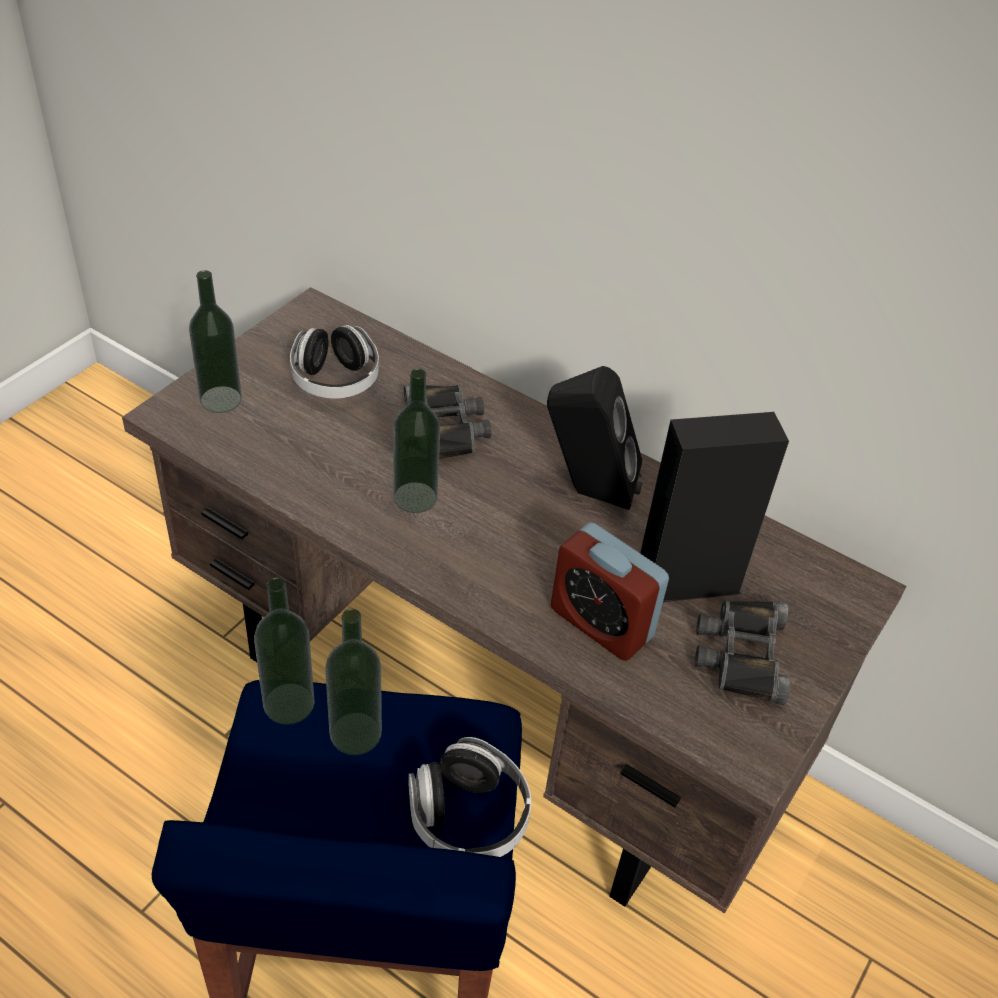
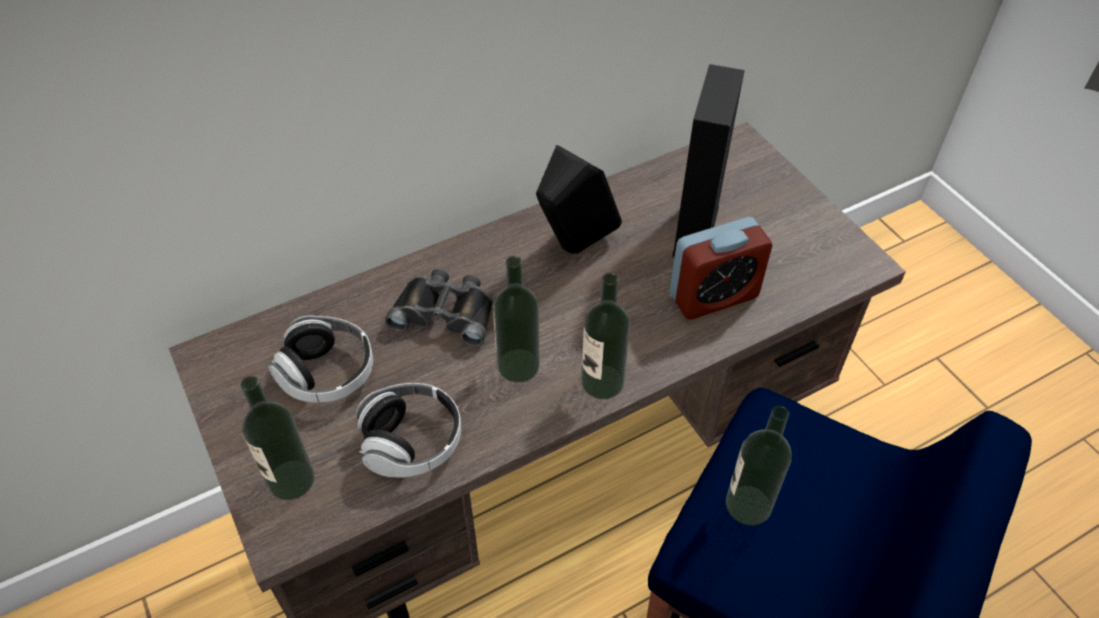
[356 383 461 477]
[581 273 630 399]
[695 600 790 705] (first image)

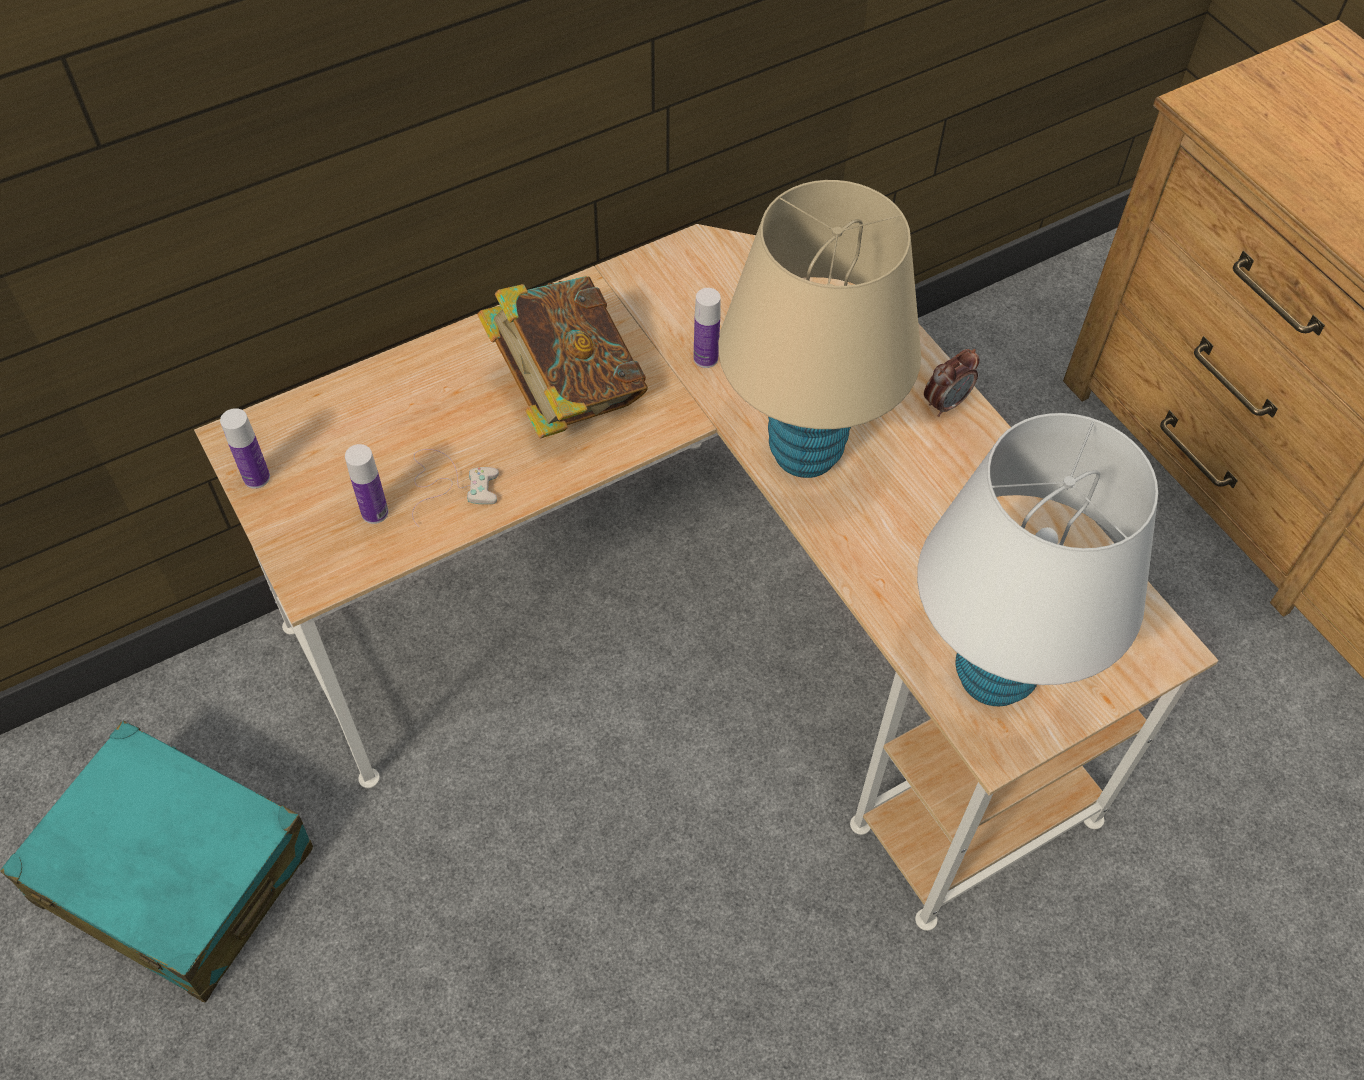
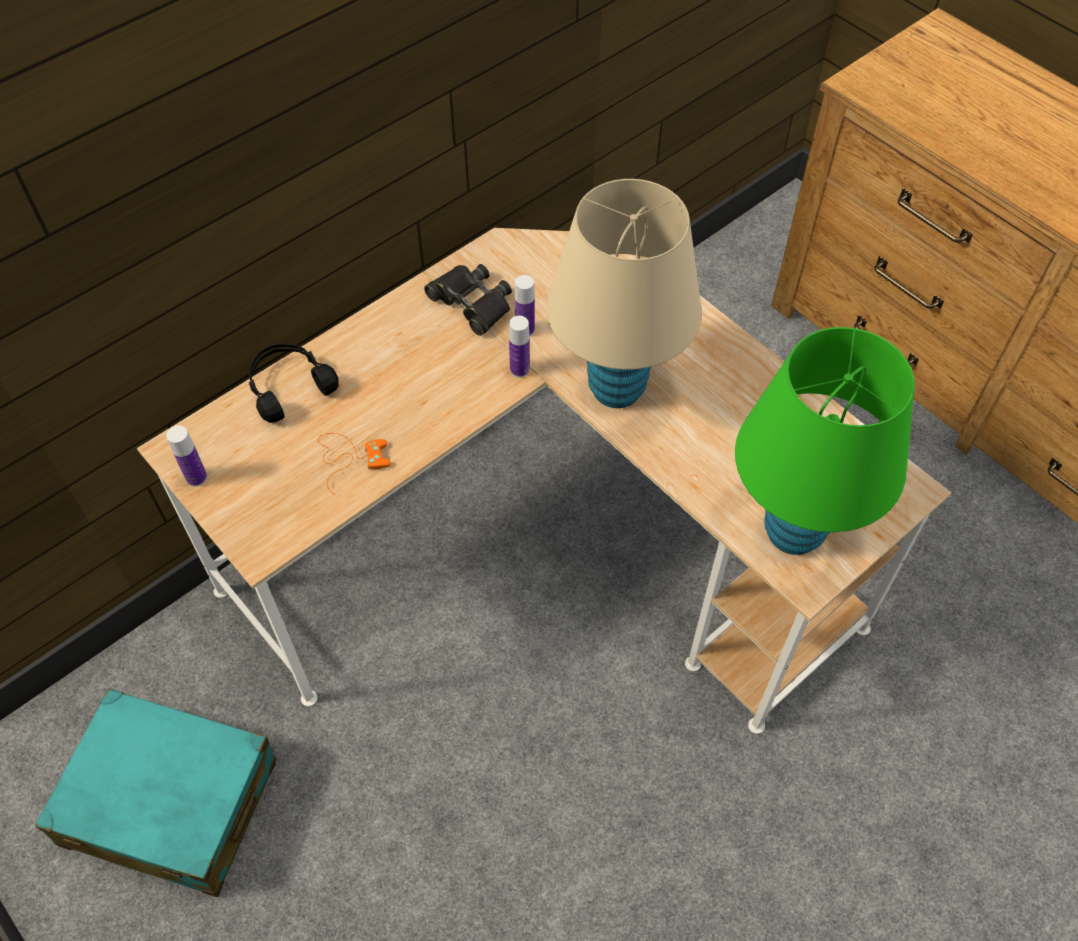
[248 343 339 423]
[318 433 391 495]
[424 264 512 336]
[509 316 530 377]
[735 327 915 555]
[477 276 648 439] (first image)
[924 349 980 417] (first image)

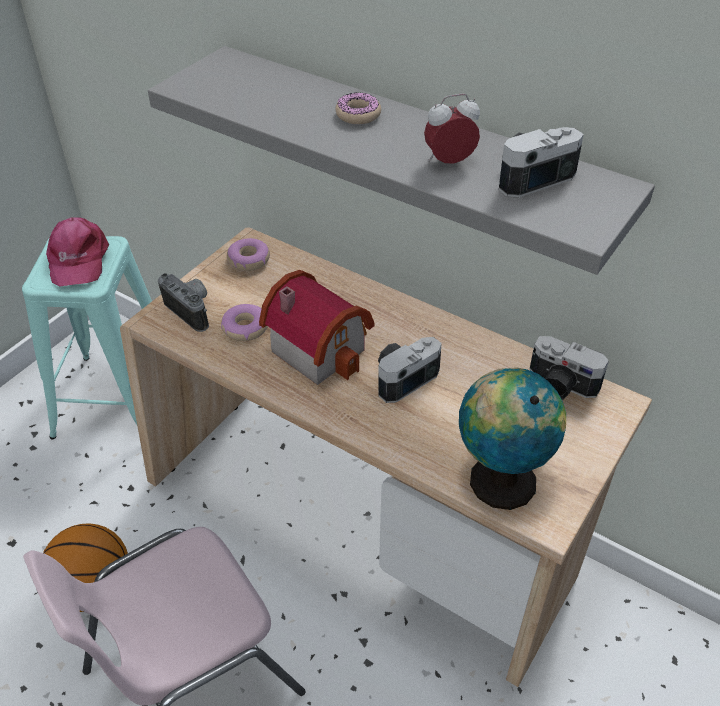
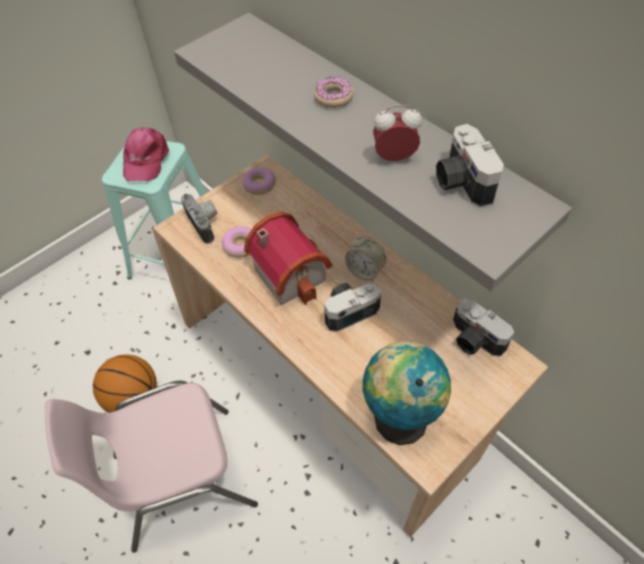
[345 236 386 281]
[436 124 504 208]

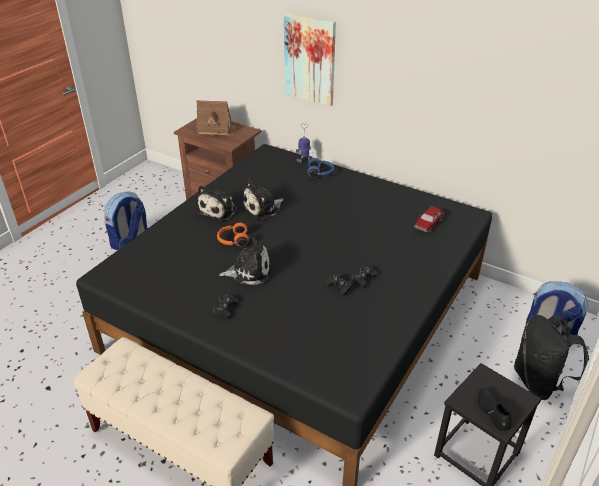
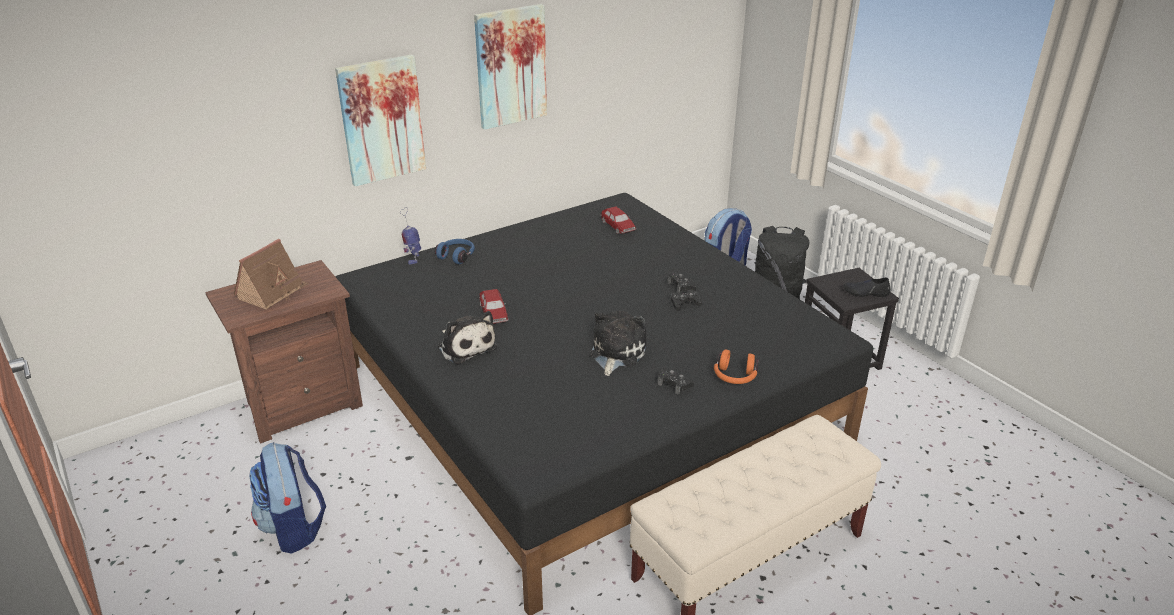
[474 4 547 130]
[479 289 509 324]
[714 349 759 384]

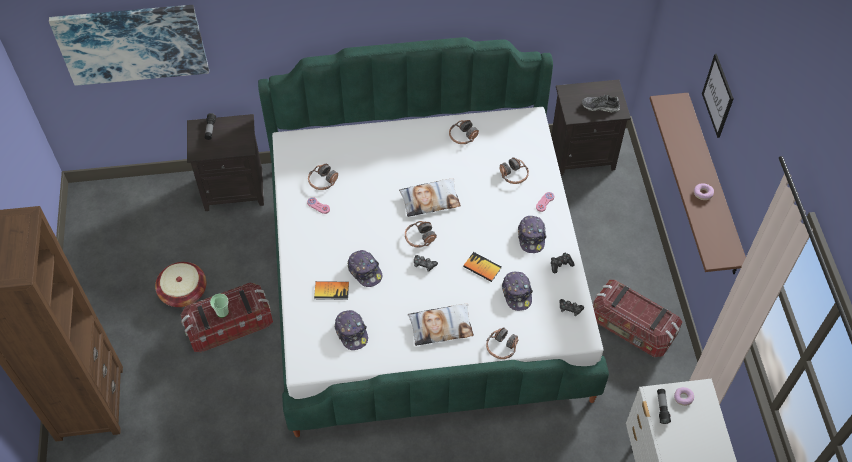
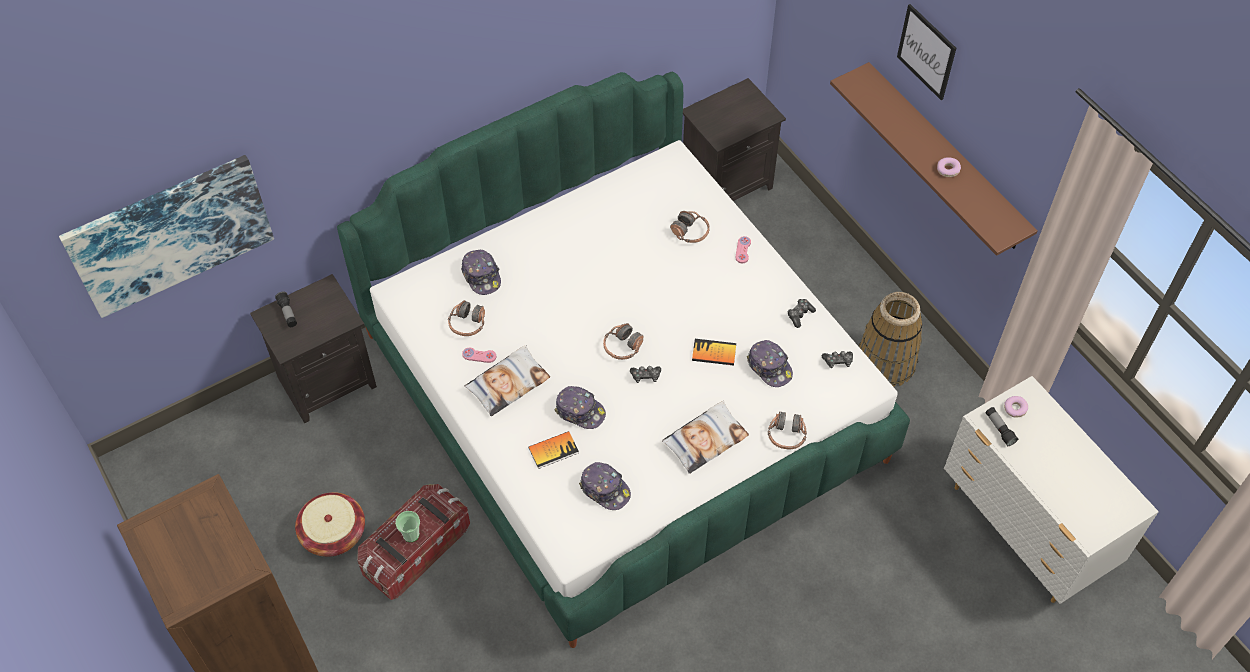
[461 250 501 295]
[465 346 550 416]
[859 292 922 387]
[449 120 479 144] (first image)
[582 95 620 112] (first image)

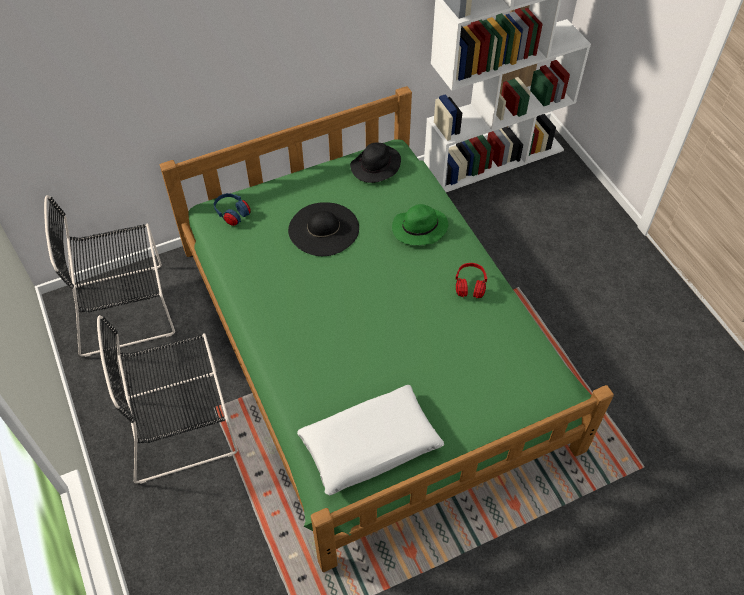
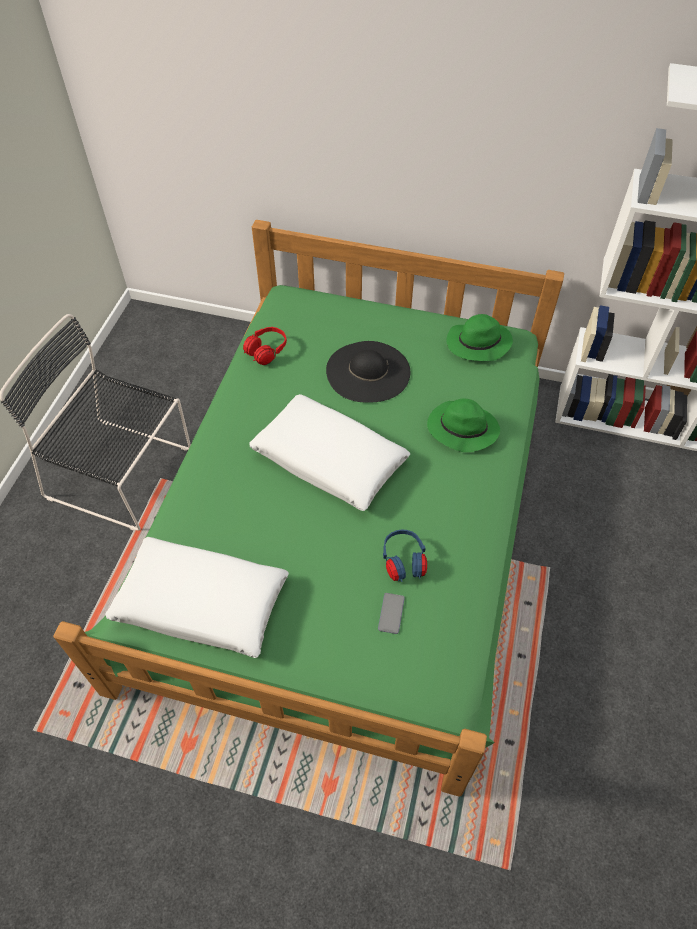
[243 327 287 365]
[249 394 410 511]
[378 593 405 634]
[383 529 427 582]
[446 314 513 361]
[44 195 175 357] (first image)

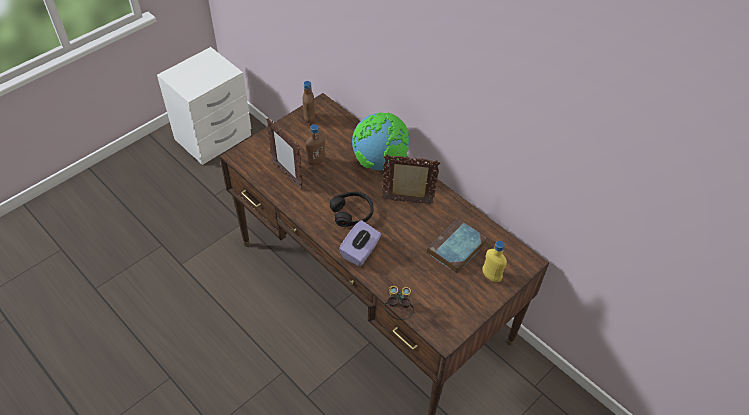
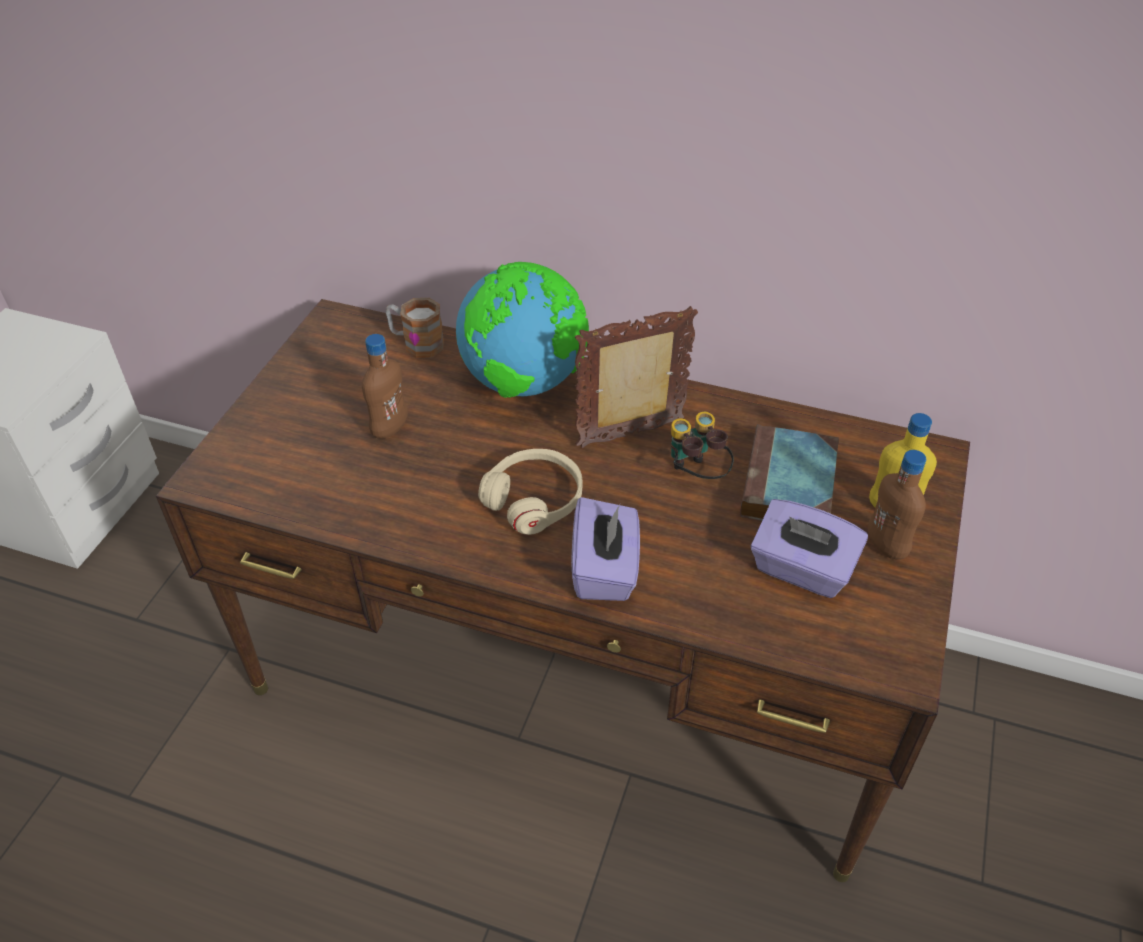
[386 298 444 358]
[478 449 582 535]
[671 411 734 479]
[751 499 868 598]
[868 450 926 560]
[266 118 303 190] (first image)

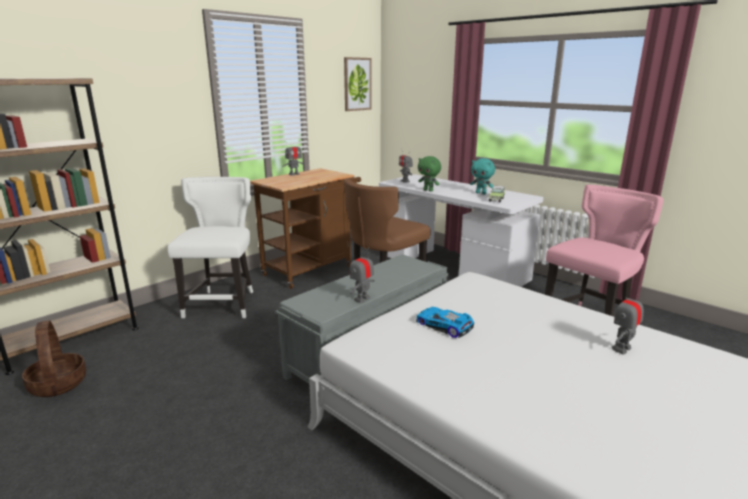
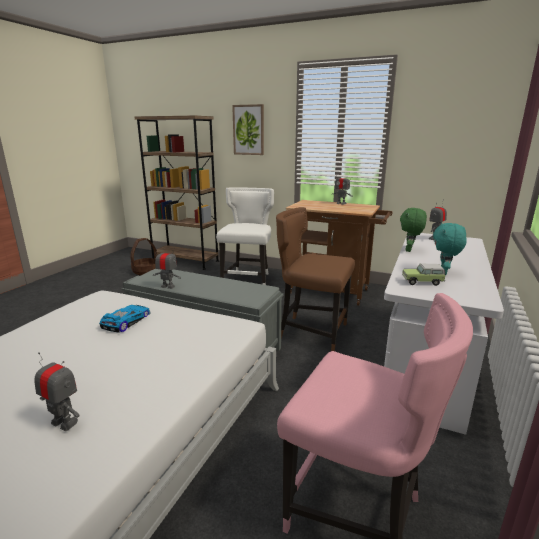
[216 187 274 285]
[232 104 264 155]

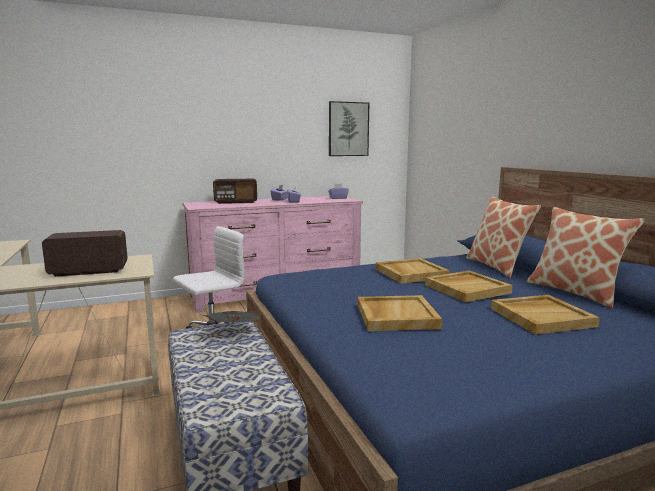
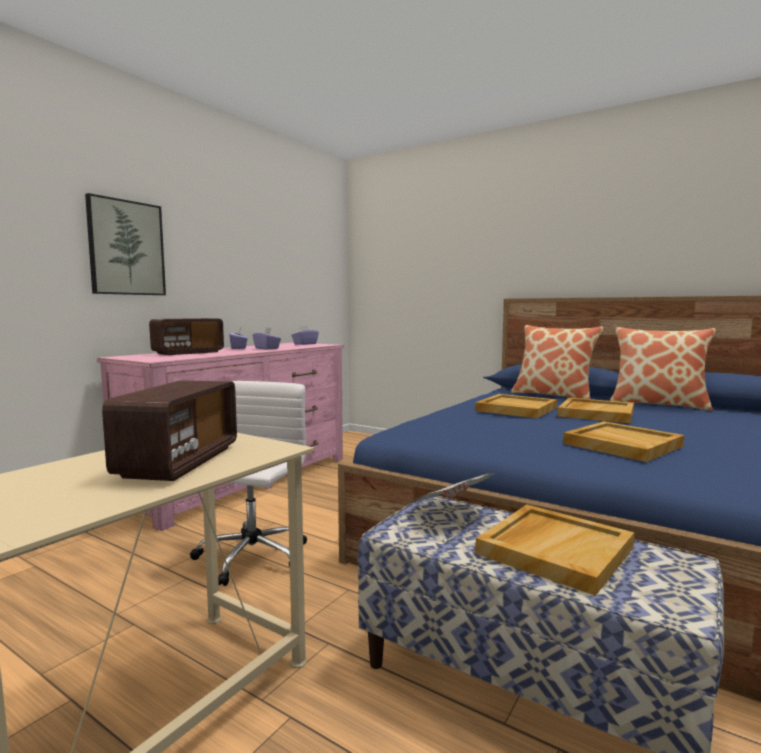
[85 193 166 295]
[102 380 237 481]
[475 505 635 596]

